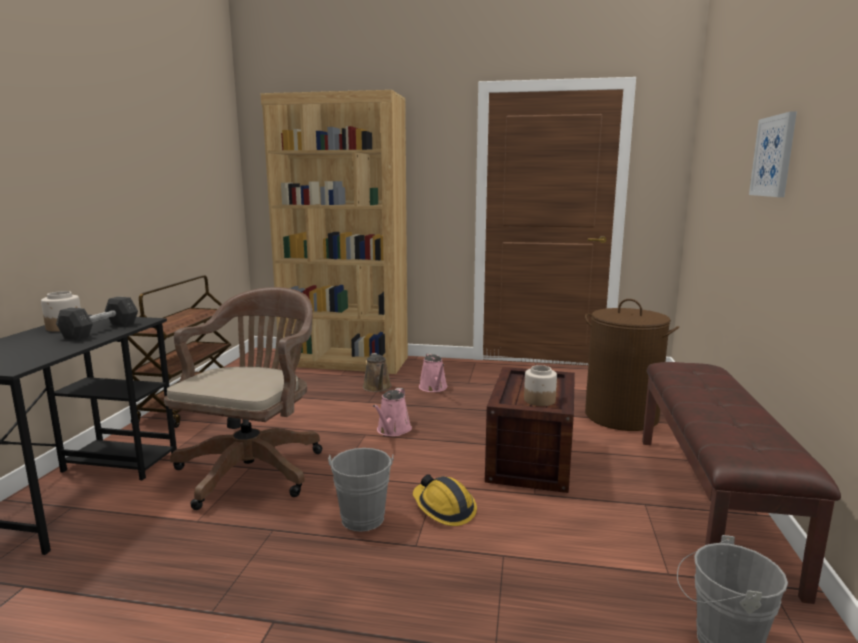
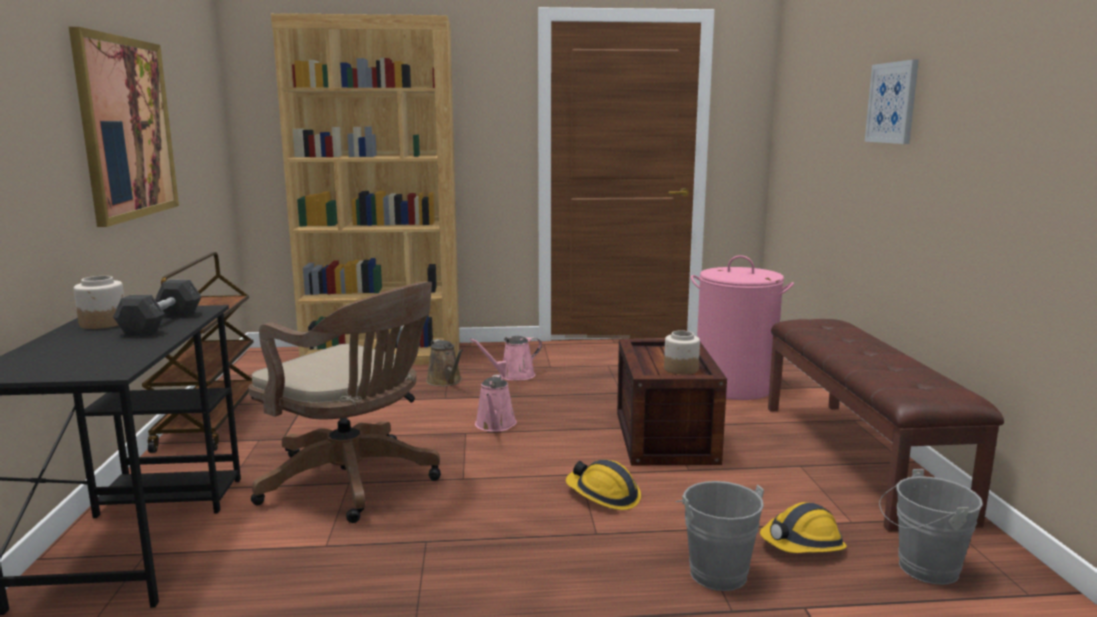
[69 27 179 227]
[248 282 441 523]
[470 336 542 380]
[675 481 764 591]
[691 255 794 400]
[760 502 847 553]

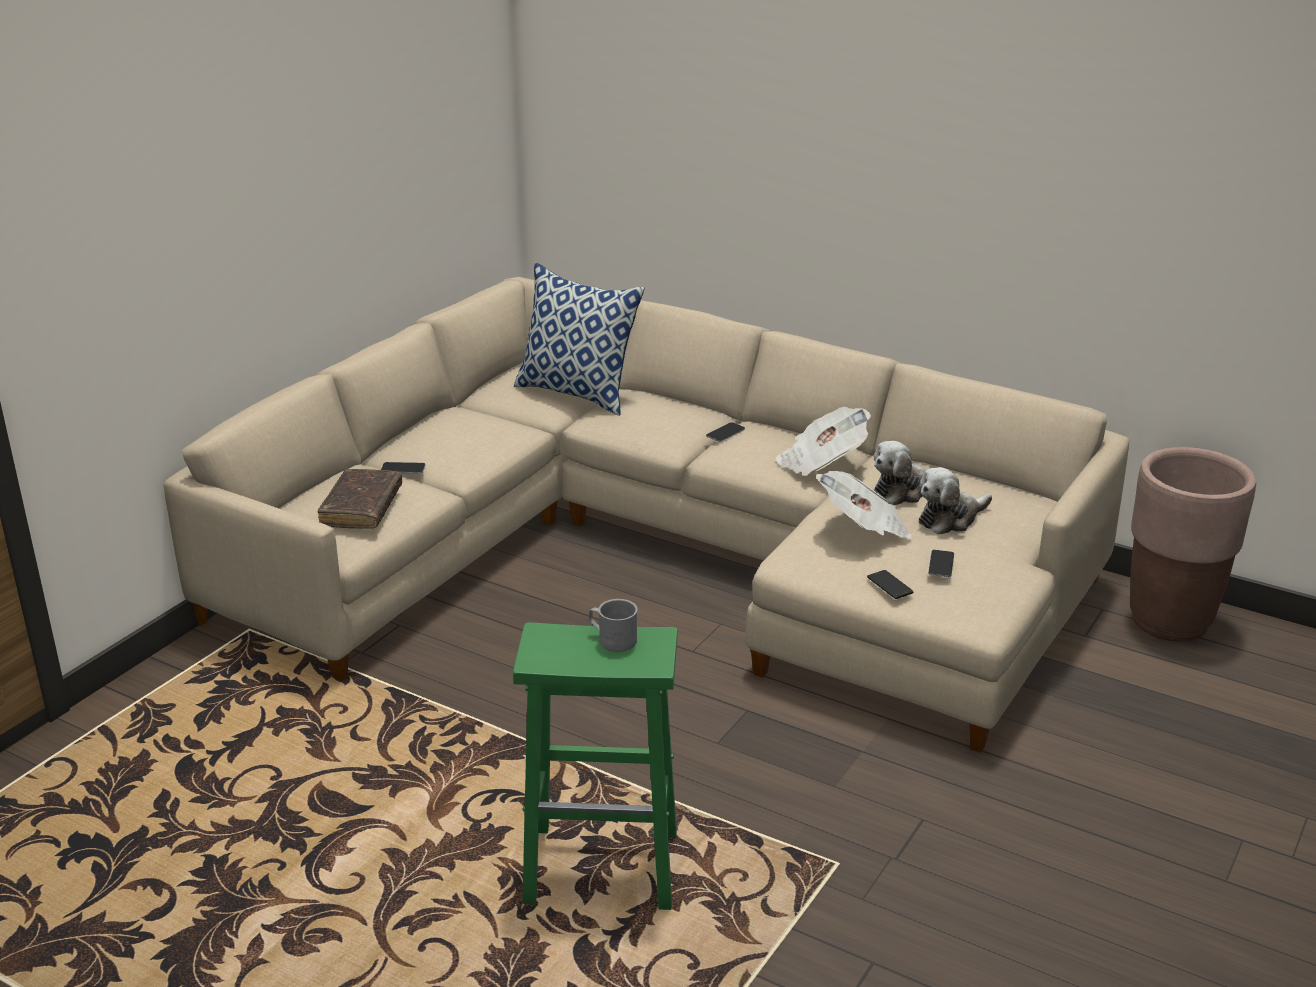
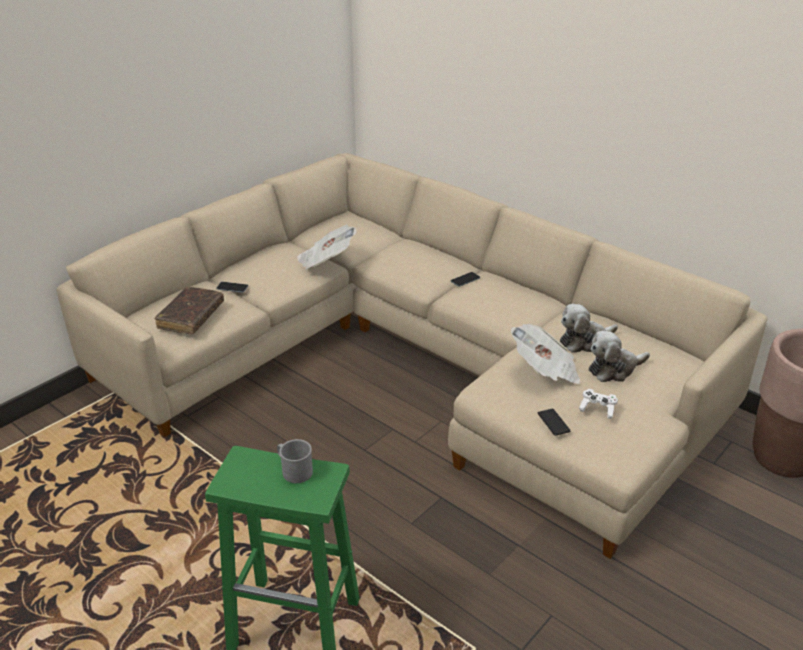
[297 225 357 270]
[579 389 618 419]
[514 263 645 416] (first image)

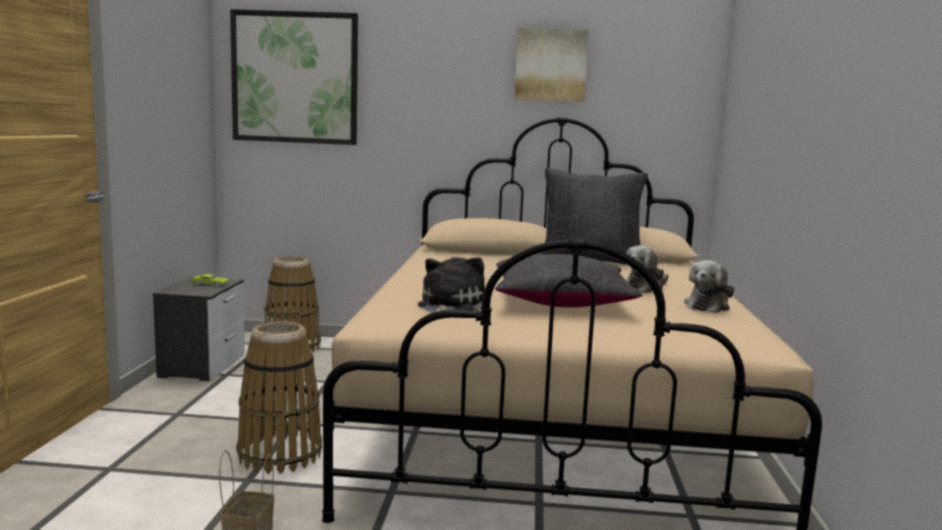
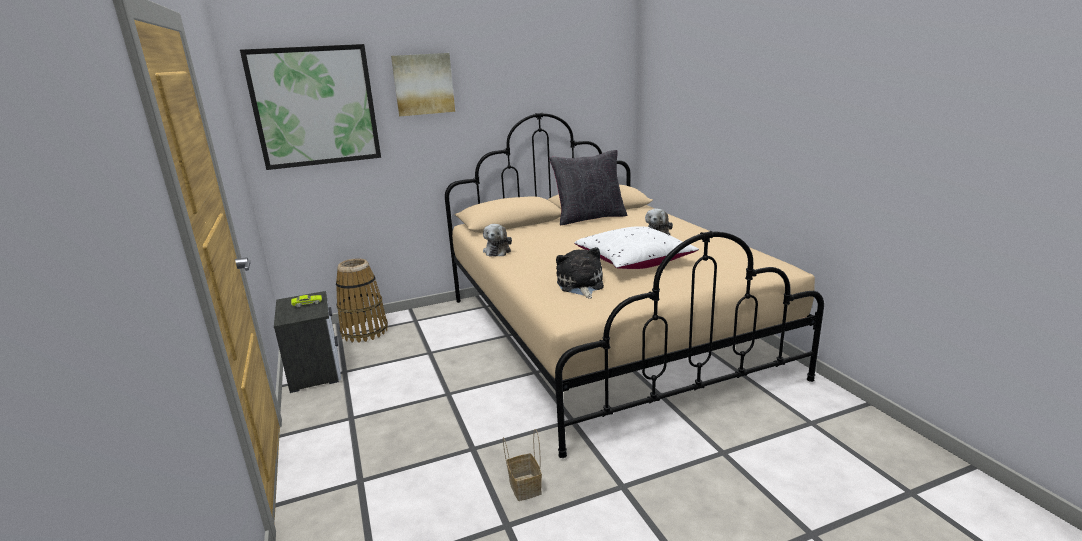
[391 53 455 116]
[483 224 512 257]
[574 226 699 269]
[236 321 322 474] (first image)

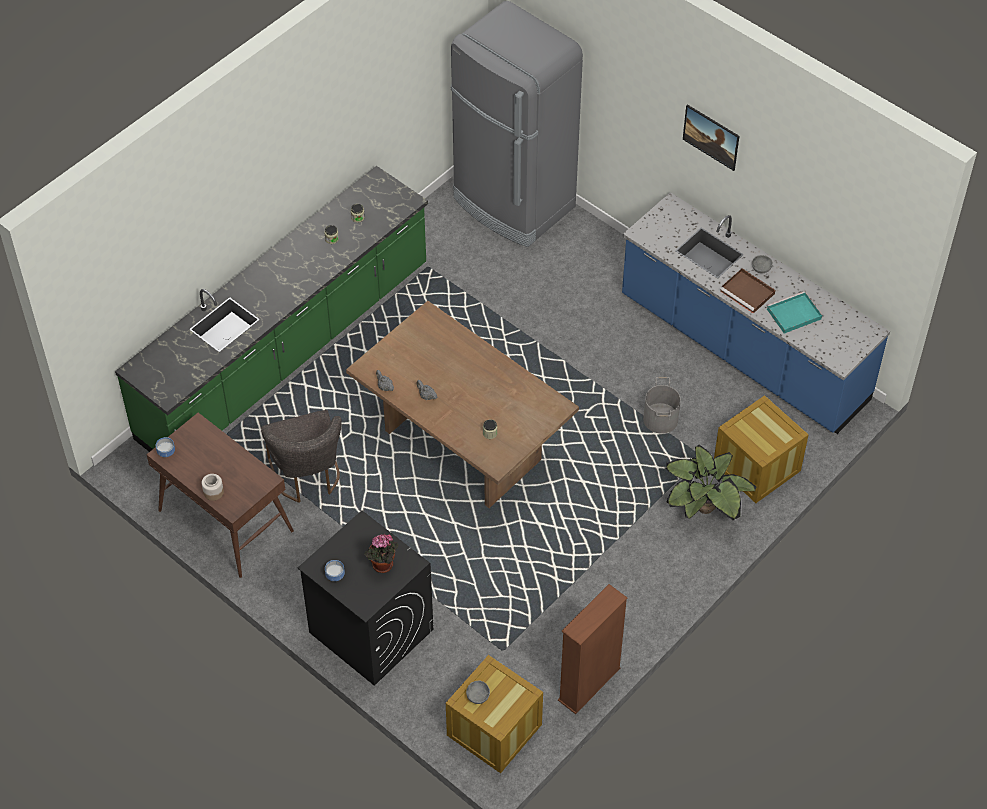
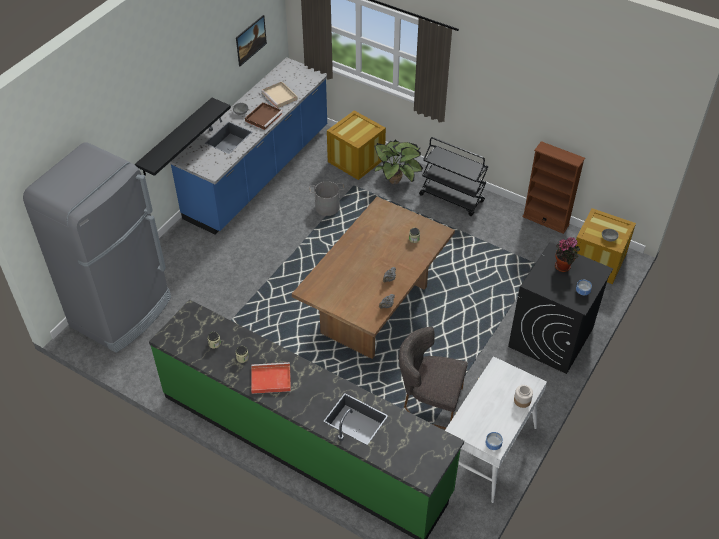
[135 98 231 176]
[236 15 267 66]
[251 362 291 394]
[261 82 298 108]
[399 327 468 429]
[419 137 488 216]
[445 356 547 503]

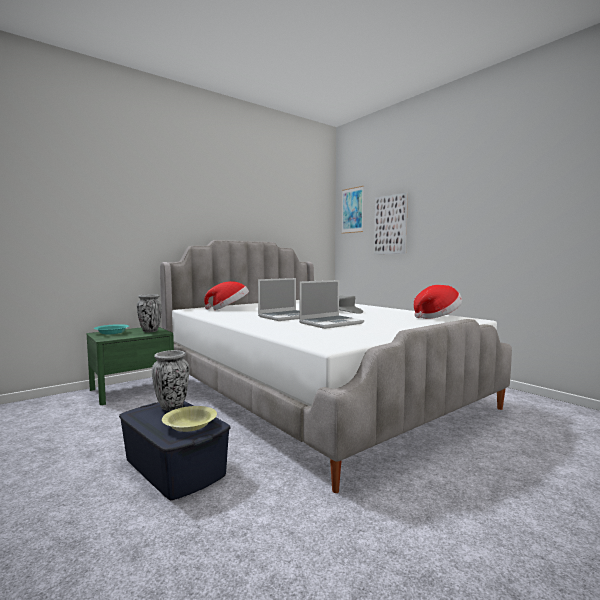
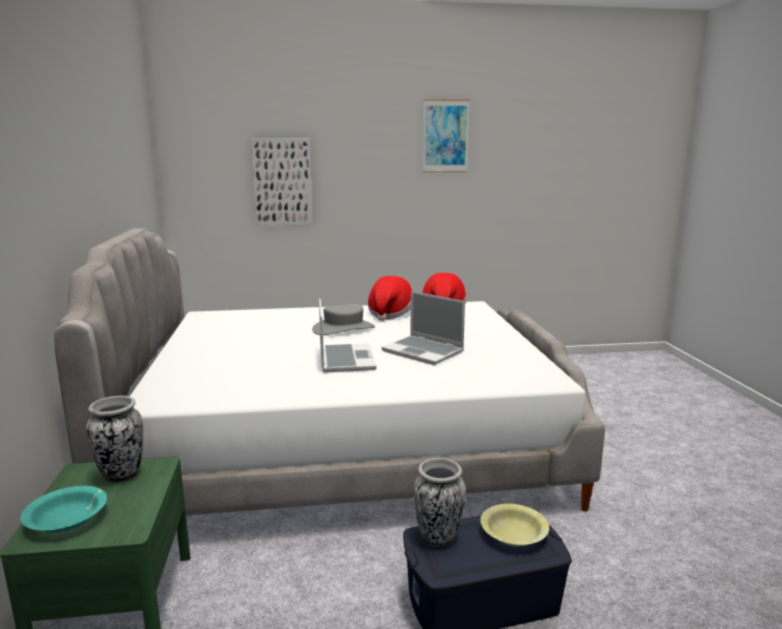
[368 276 413 321]
[381 291 465 365]
[423 99 470 172]

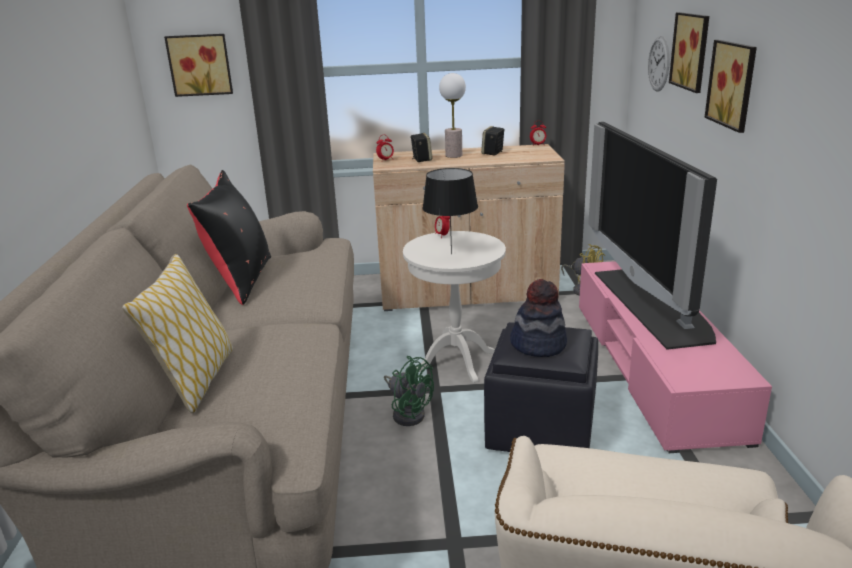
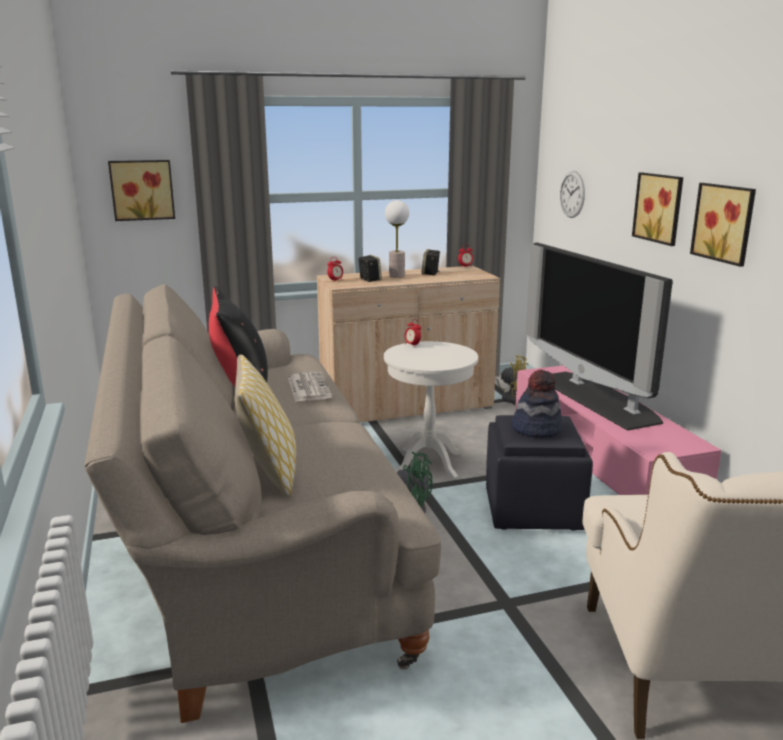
[288 372 332 402]
[690 183 756 267]
[422 168 478 254] (first image)

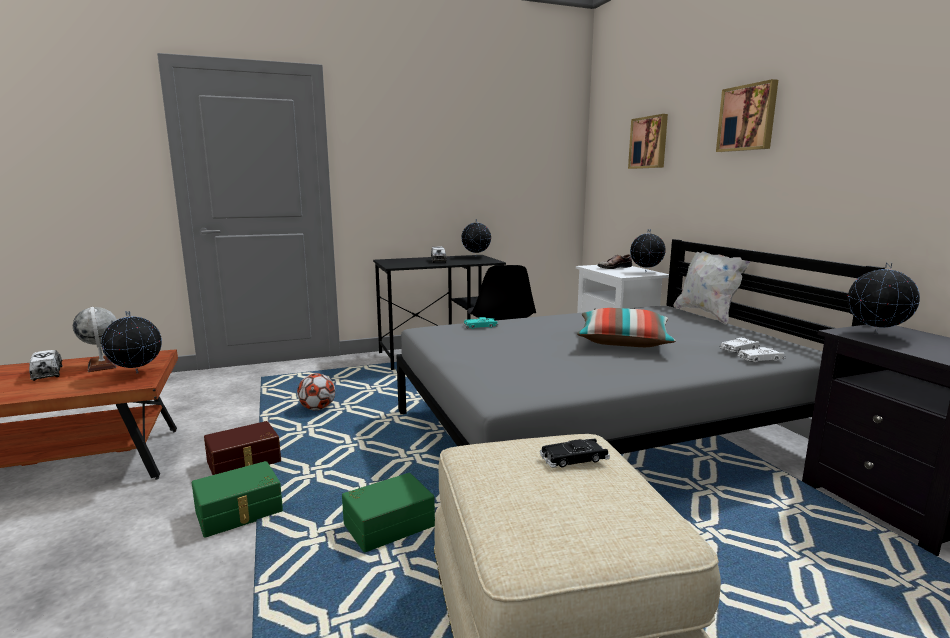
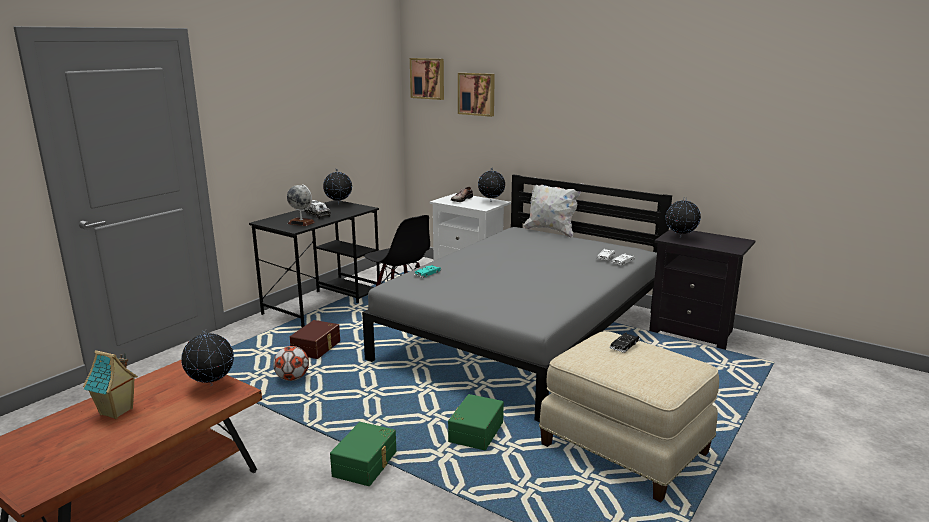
[83 350 138 419]
[287 184 315 226]
[290 320 340 359]
[410 58 444 100]
[577 308 676 347] (first image)

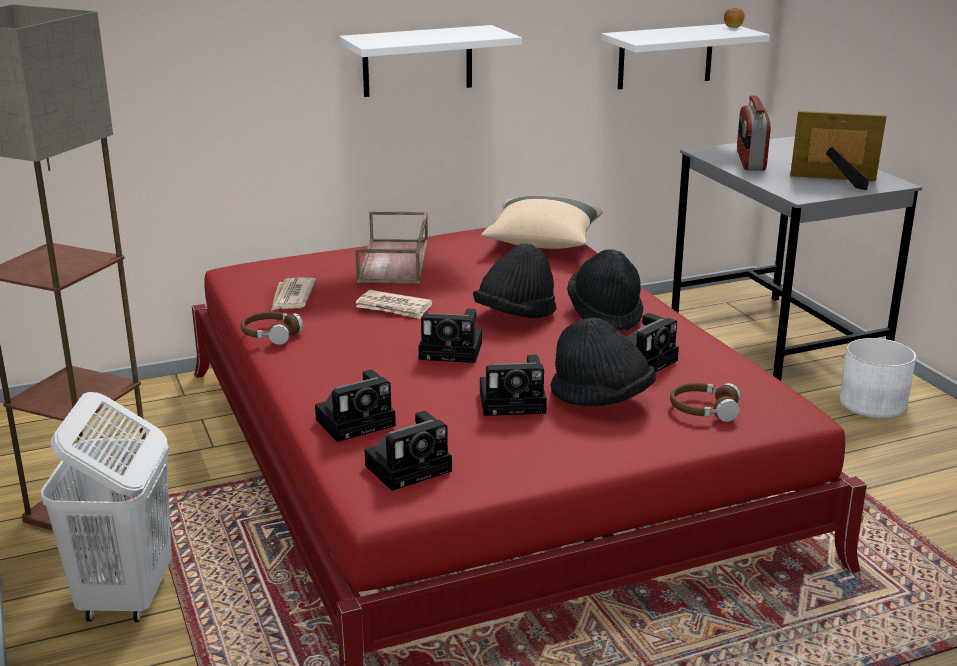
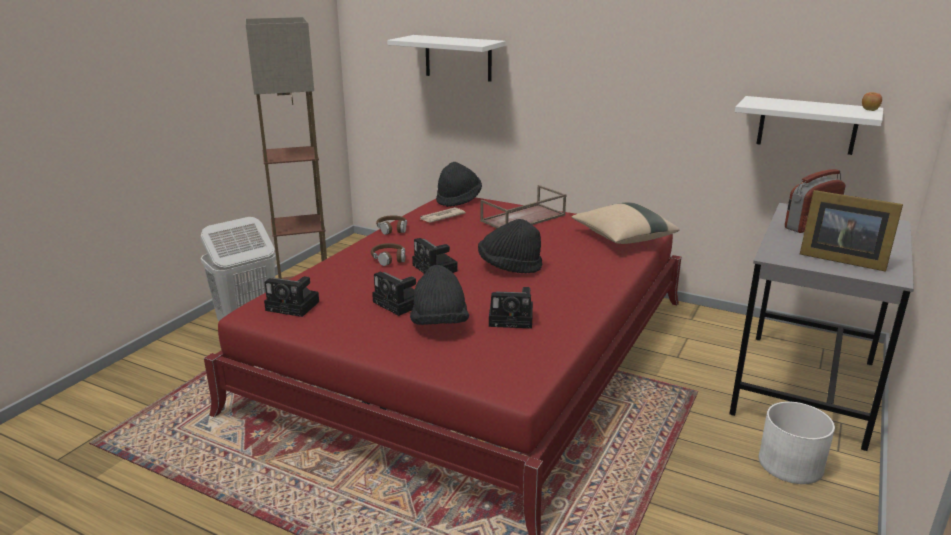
[371 243 405 266]
[387 35 506 82]
[436 162 482 207]
[800 190 903 272]
[315 369 396 442] (first image)
[356 290 432 319] (first image)

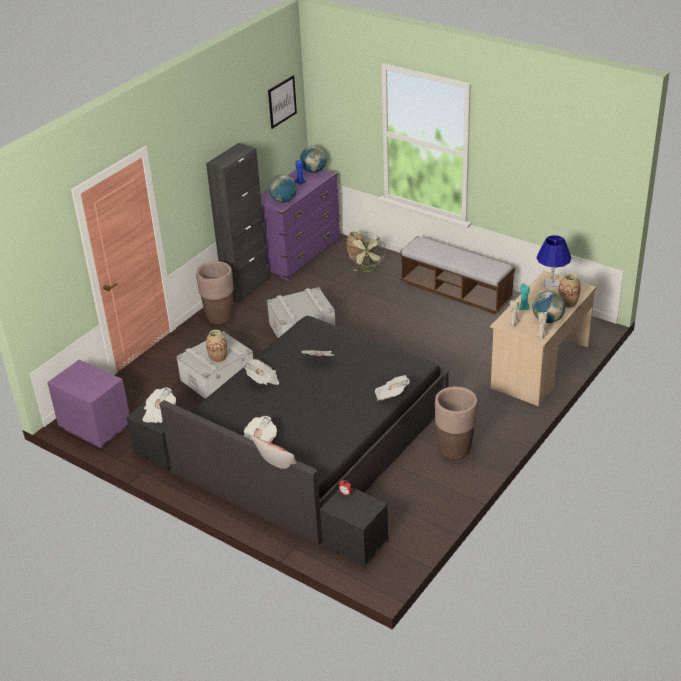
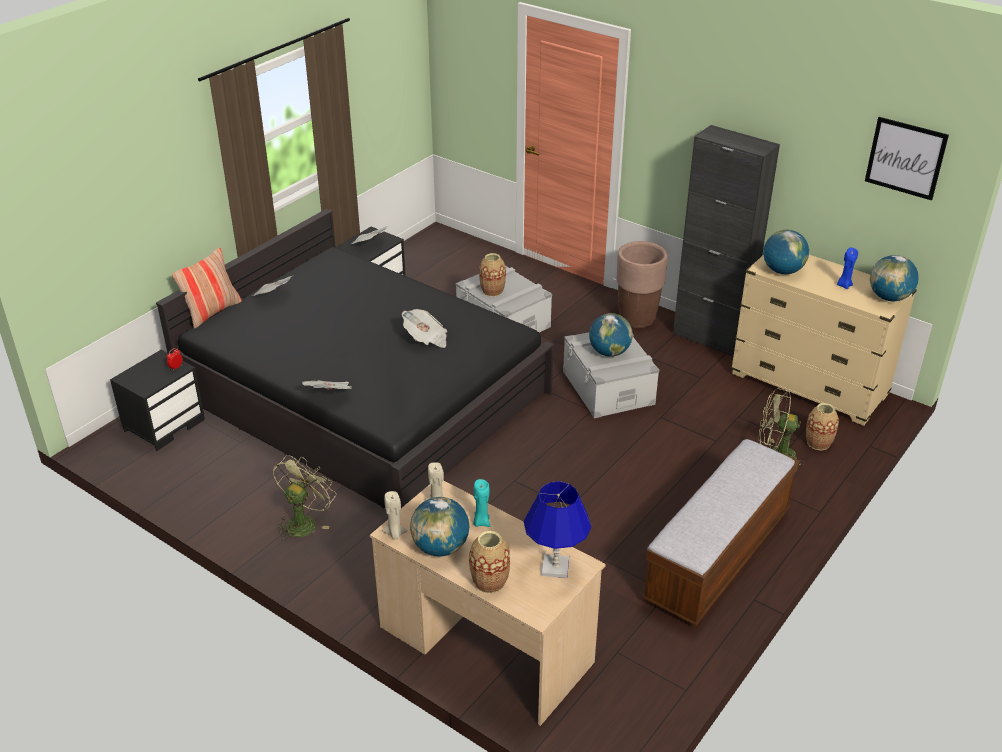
[273 455 336 540]
[589 313 633 357]
[731 255 917 426]
[47 359 129 448] (first image)
[243 359 279 385] (first image)

